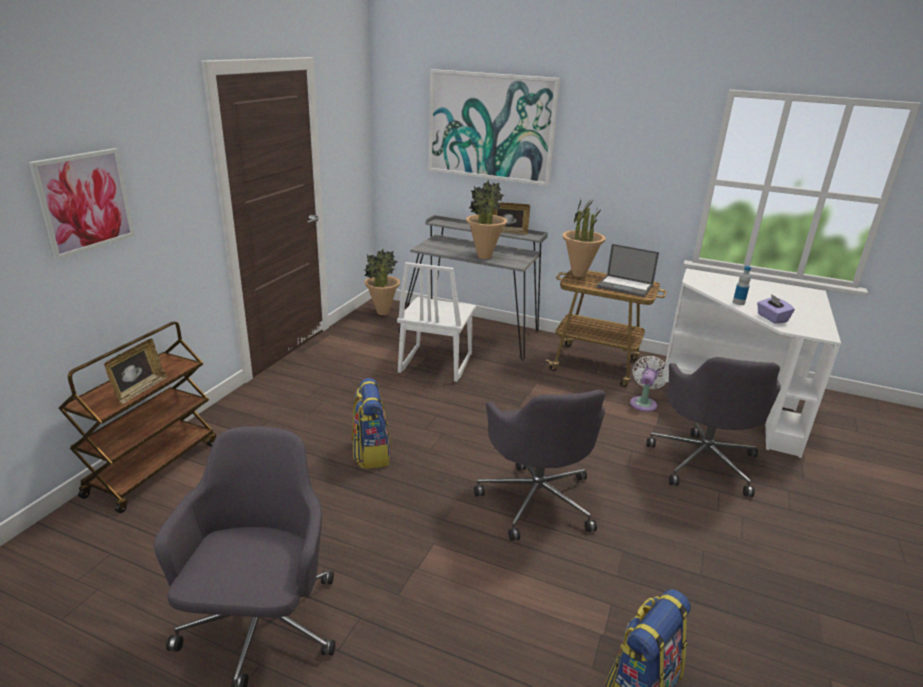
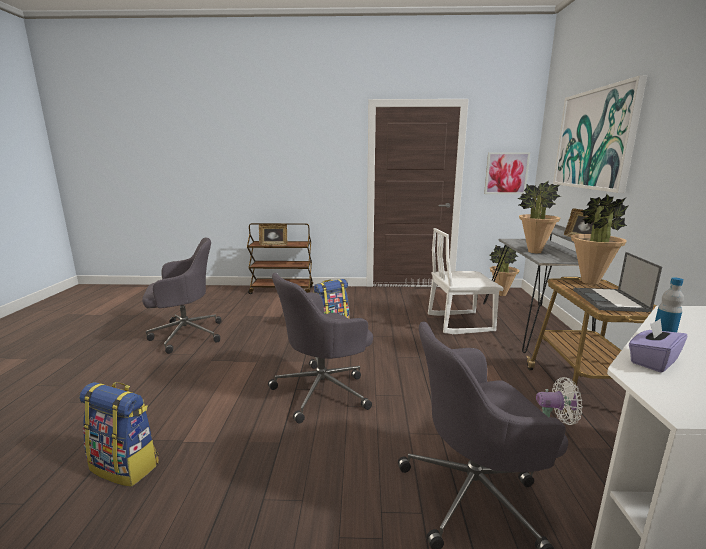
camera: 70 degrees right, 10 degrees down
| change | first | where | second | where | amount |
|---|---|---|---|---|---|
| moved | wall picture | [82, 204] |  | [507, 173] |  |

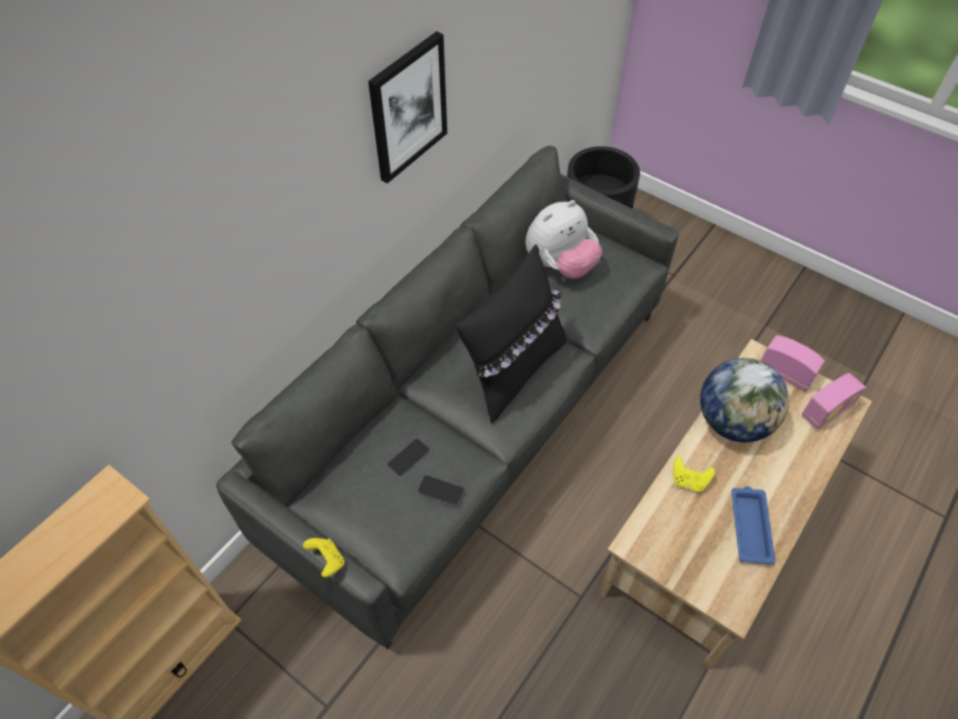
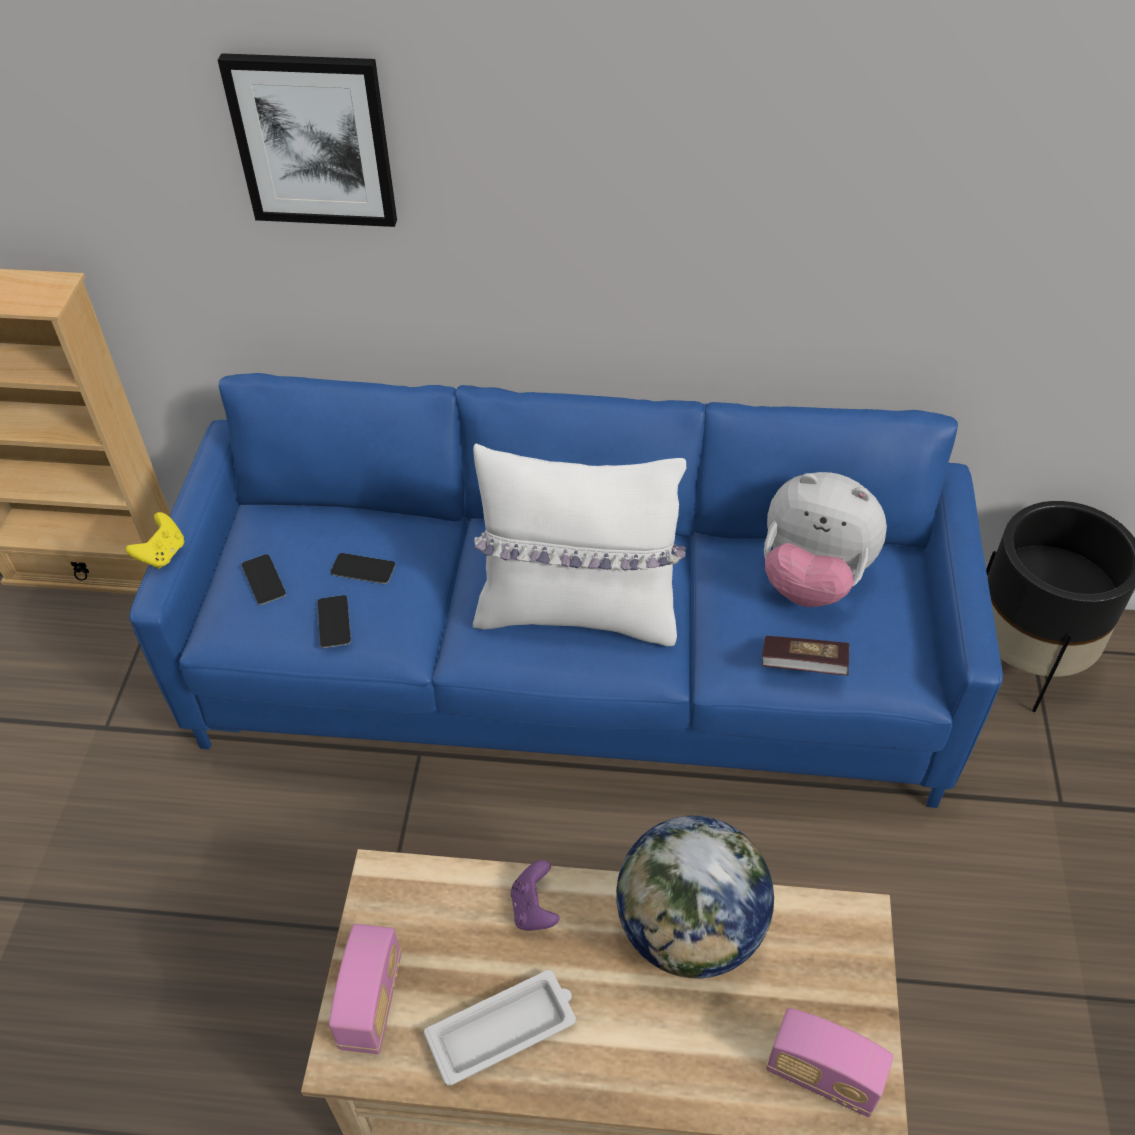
camera: 60 degrees right, 5 degrees down
| change | first | where | second | where | amount |
|---|---|---|---|---|---|
| recoloured | greyish couch | [447, 397] | blue-coloured couch | [566, 590] |  |
| moved | wall picture | [407, 107] |  | [307, 140] |  |
| recoloured | black-coloured cushion | [511, 333] | whitish cushion | [579, 545] |  |
| recoloured | yellowish game controller | [694, 474] | purplish game controller | [535, 895] |  |
| recoloured | blue-coloured tray | [753, 525] | whitish tray | [500, 1028] |  |
| moved | radio set | [792, 363] |  | [365, 989] |  |
| added |  |  | phone | [264, 579] |  |
| added |  |  | volume | [805, 655] |  |

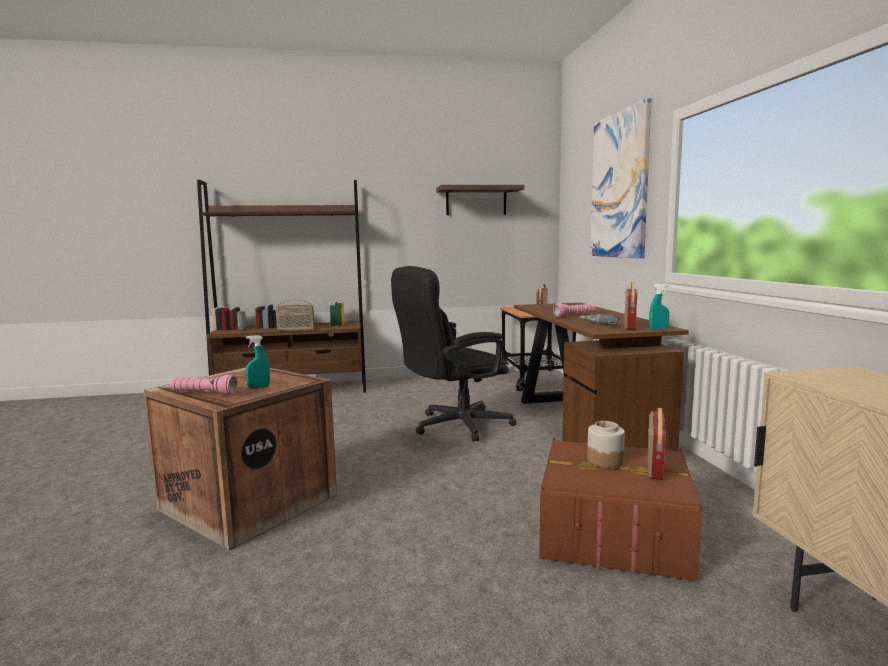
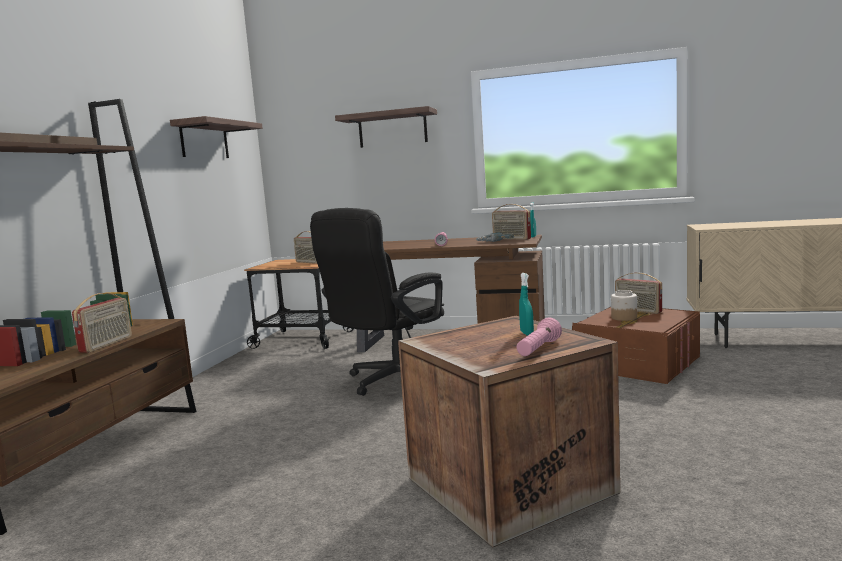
camera: 65 degrees left, 0 degrees up
| change | first | where | second | where | amount |
|---|---|---|---|---|---|
| turned | black-coloured office chair | [453, 354] |  | [377, 302] | 45 degrees clockwise |
| replaced | wall picture | [621, 178] | wall shelf | [386, 127] |  |

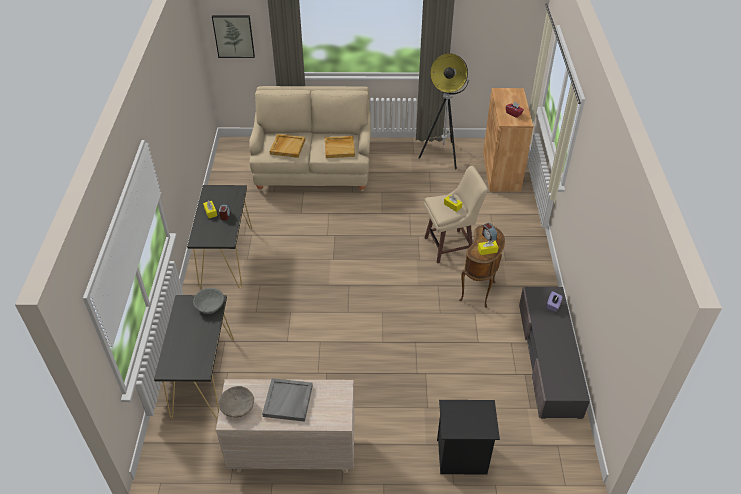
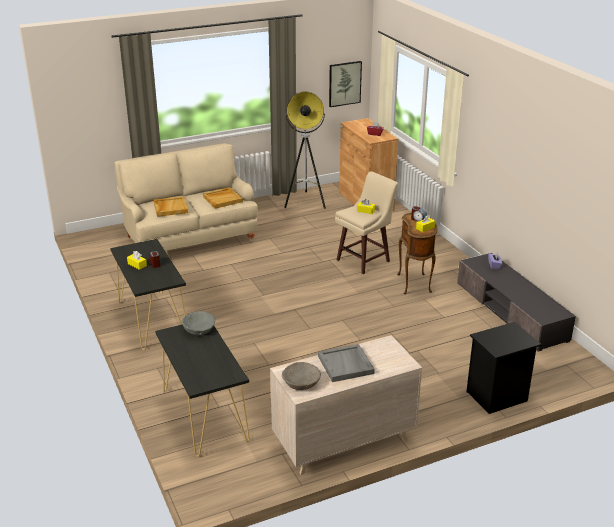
camera: 25 degrees left, 15 degrees down
| change | first | where | second | where | amount |
|---|---|---|---|---|---|
| moved | wall picture | [233, 36] |  | [345, 84] |  |

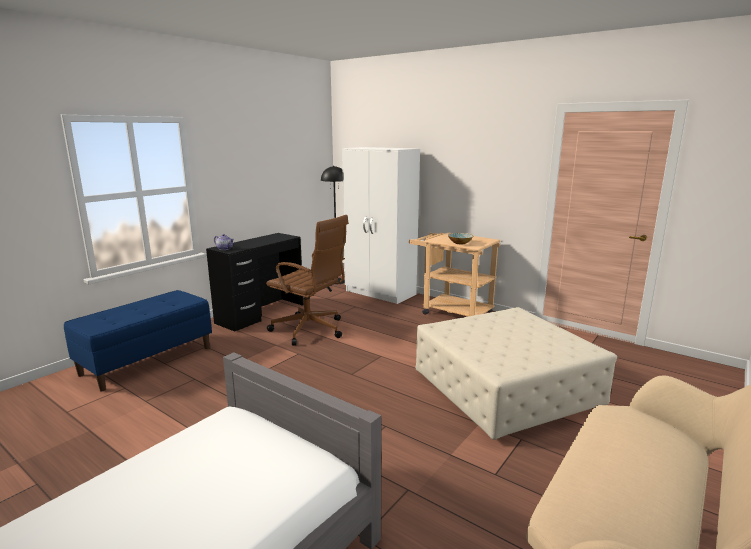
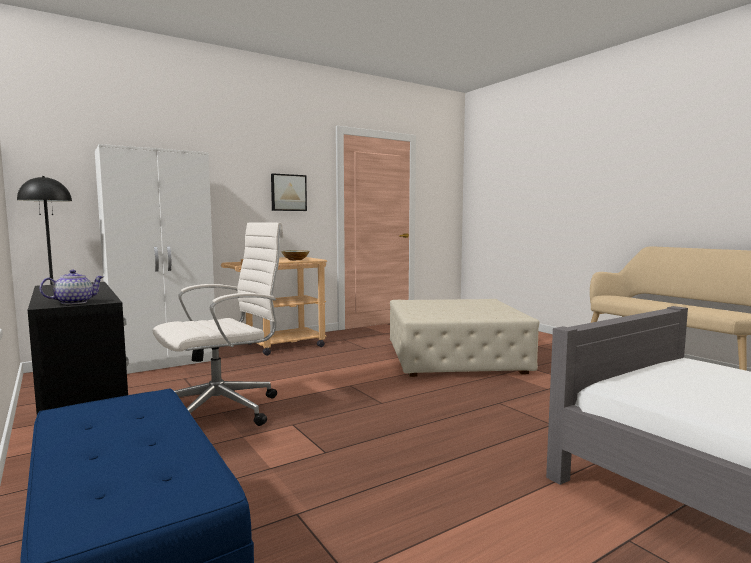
camera: 70 degrees left, 10 degrees down
| change | first | where | second | where | amount |
|---|---|---|---|---|---|
| recoloured | brownish office chair | [307, 280] | whitish office chair | [218, 324] |  |
| added |  |  | wall picture | [289, 192] |  |

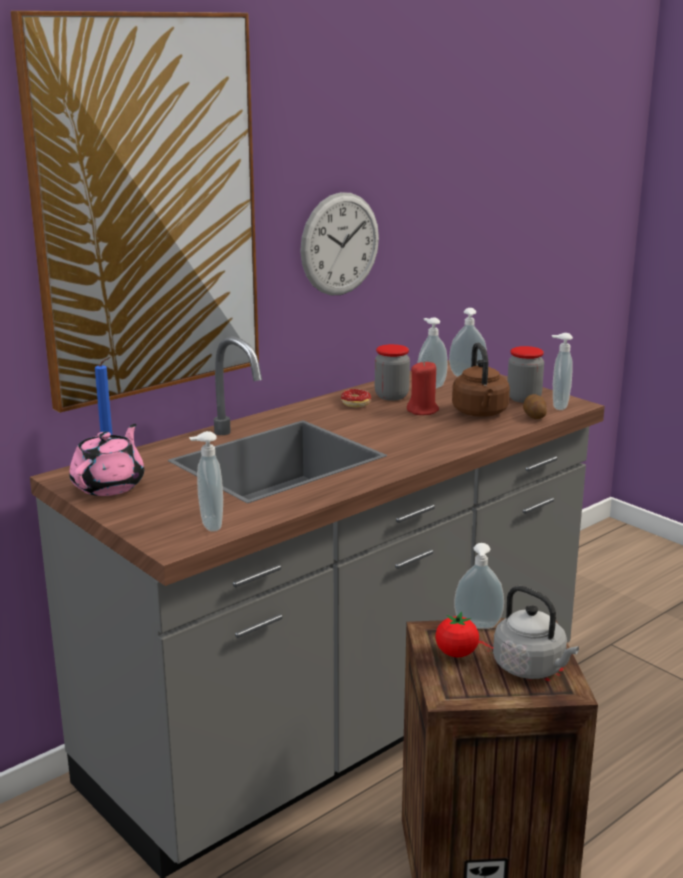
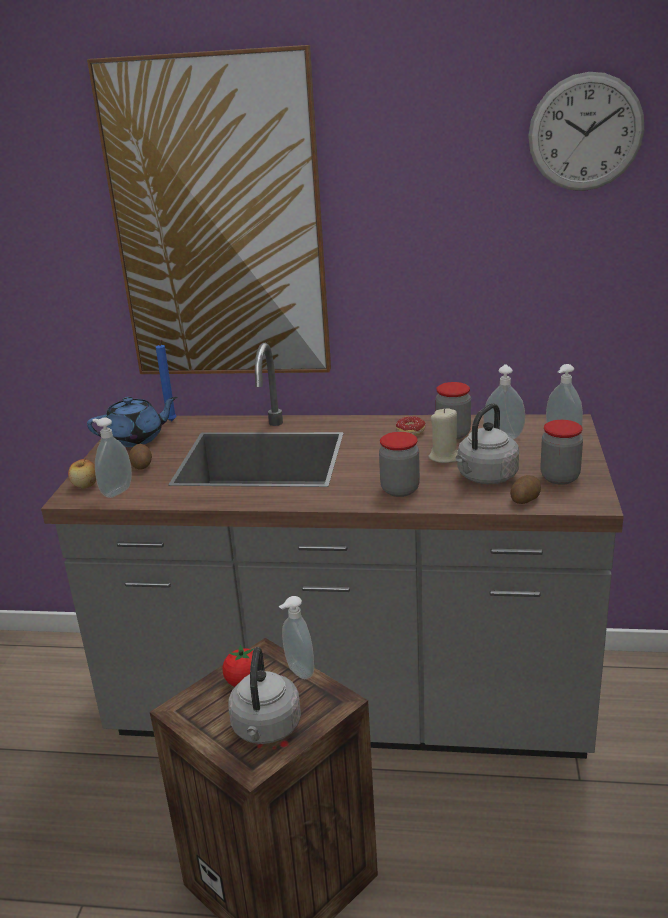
camera: 50 degrees right, 5 degrees up
| change | first | where | second | where | amount |
|---|---|---|---|---|---|
| recoloured | pink teapot | [106, 460] | blue-coloured teapot | [132, 422] |  |
| moved | wall clock | [339, 243] |  | [586, 131] |  |
| recoloured | red wax light | [423, 388] | sand-coloured wax light | [443, 435] |  |
| recoloured | brownish tea kettle | [481, 380] | greyish tea kettle | [487, 443] |  |
| removed | soap dispenser | [562, 371] |  |  |  |
| added |  |  | apple fruit | [82, 473] |  |
| added |  |  | potato | [140, 457] |  |
| added |  |  | preserve jar | [399, 464] |  |

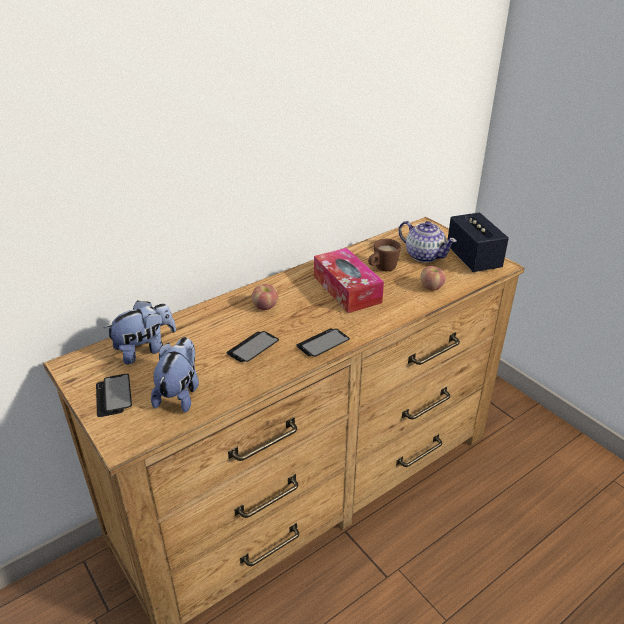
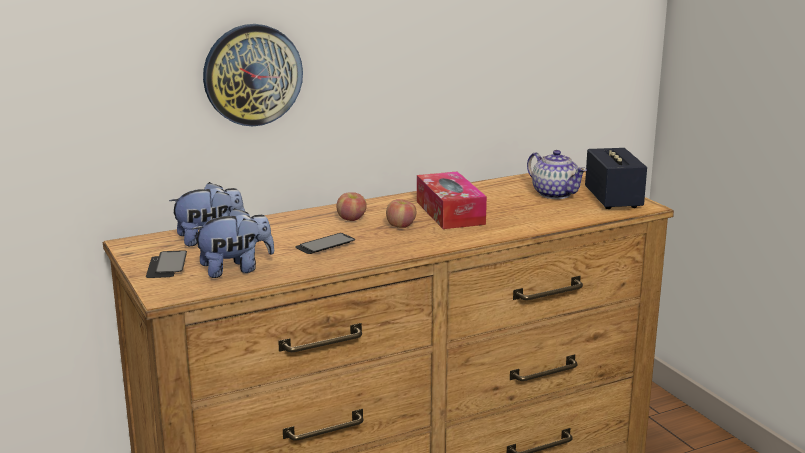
camera: 10 degrees right, 15 degrees down
| change | first | where | second | where | amount |
|---|---|---|---|---|---|
| turned | soft toy | [175, 375] |  | [233, 243] | 45 degrees clockwise |
| removed | phone | [323, 343] |  |  |  |
| removed | brownish coffee mug | [384, 255] |  |  |  |
| moved | apple fruit | [433, 278] |  | [401, 213] |  |
| added |  |  | wall clock | [253, 75] |  |

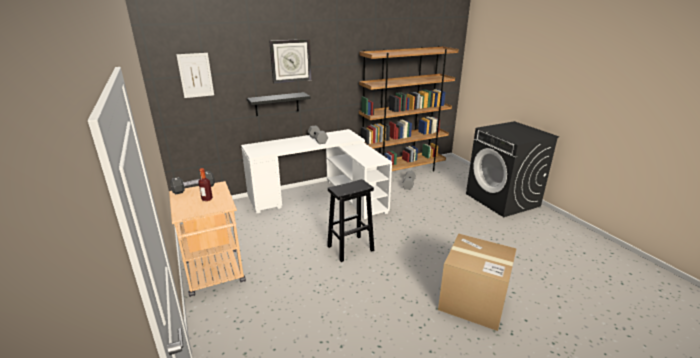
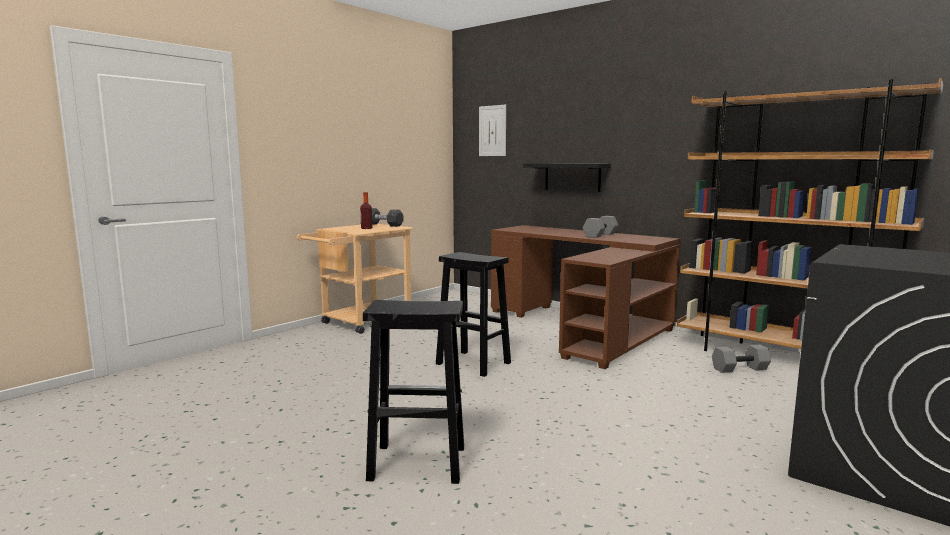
camera: 65 degrees right, 15 degrees down
| change | first | where | second | where | amount |
|---|---|---|---|---|---|
| recoloured | whitish desk | [316, 174] | brownish desk | [585, 297] |  |
| removed | wall clock | [290, 61] |  |  |  |
| replaced | carton | [477, 282] | black-coloured stool seat | [413, 392] |  |

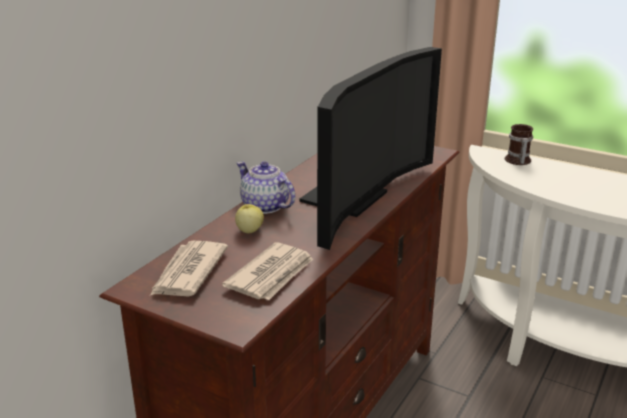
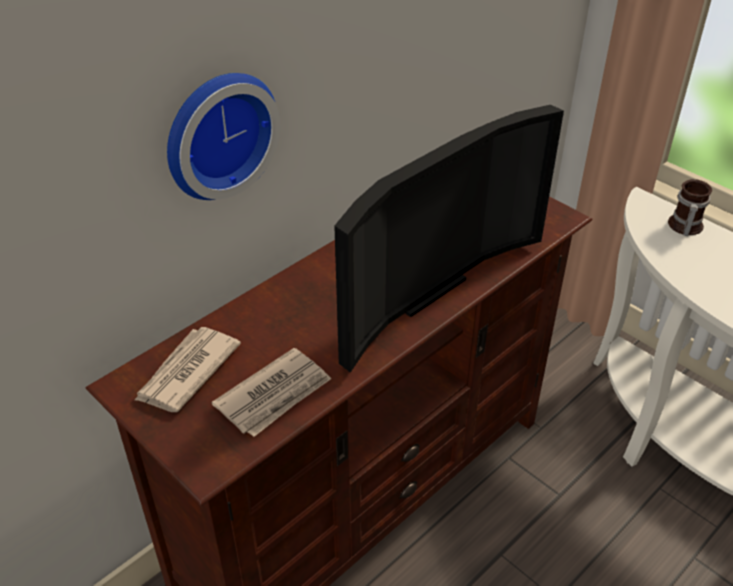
camera: 15 degrees right, 15 degrees up
| change | first | where | second | where | amount |
|---|---|---|---|---|---|
| removed | apple fruit | [249, 218] |  |  |  |
| removed | teapot | [266, 187] |  |  |  |
| added |  |  | wall clock | [223, 136] |  |

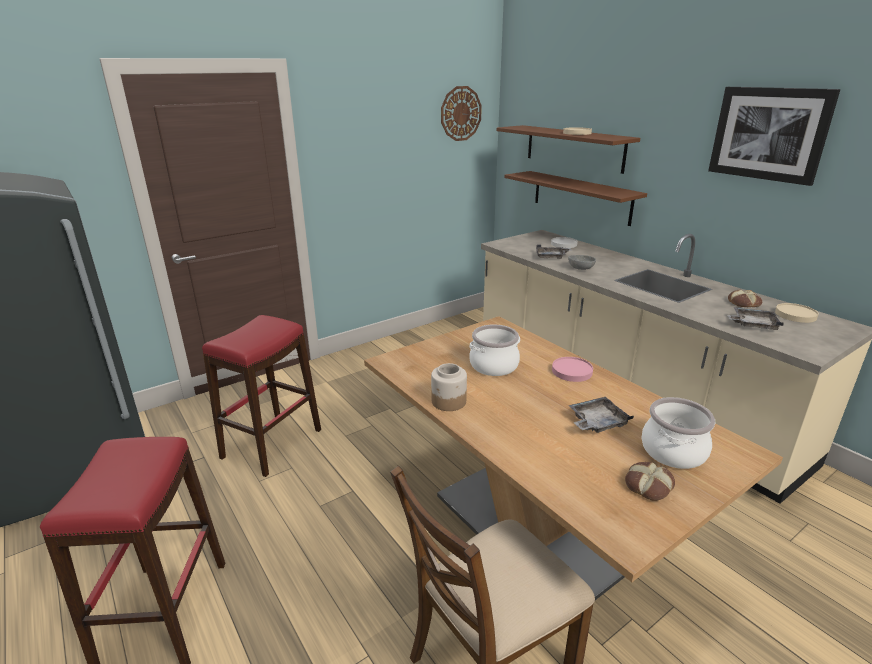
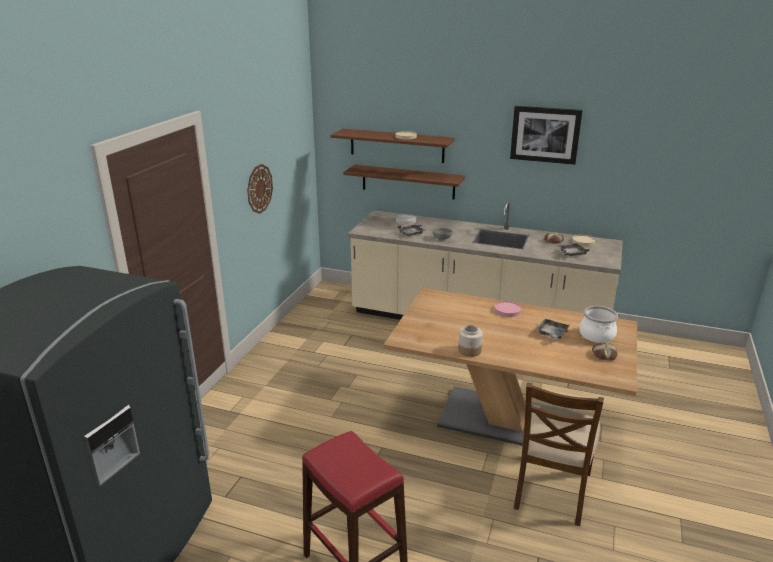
camera: 35 degrees left, 0 degrees up
| change | first | where | second | where | amount |
|---|---|---|---|---|---|
| removed | red stool seat | [261, 396] |  |  |  |
| moved | wall clock | [461, 113] |  | [260, 189] |  |
| removed | stockpot | [494, 350] |  |  |  |

